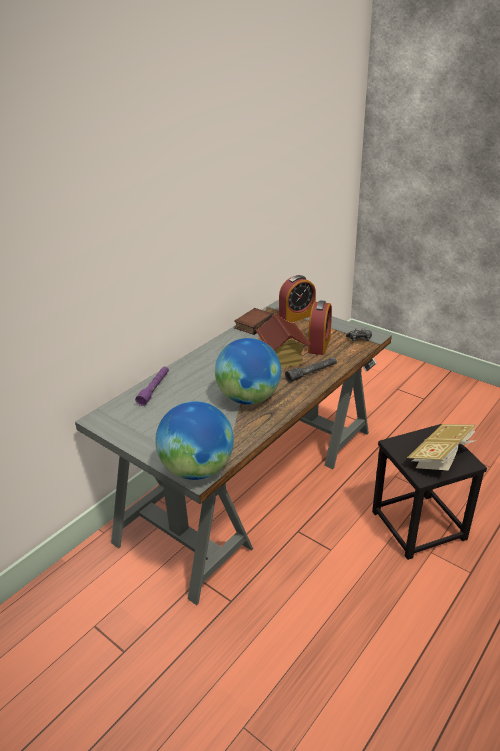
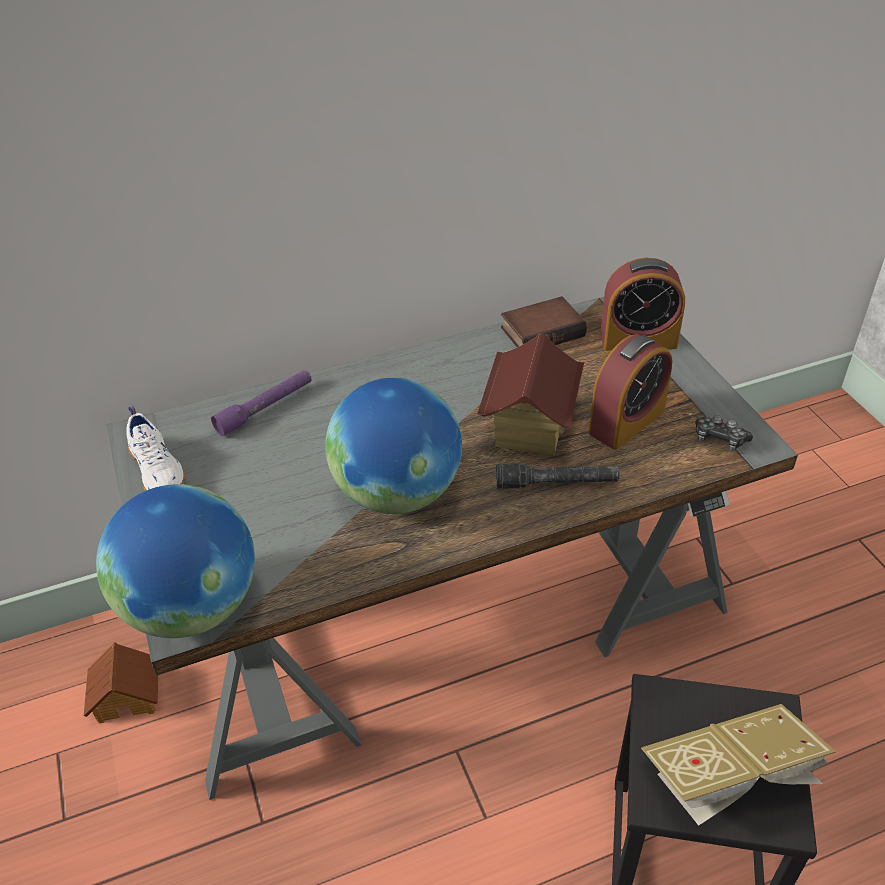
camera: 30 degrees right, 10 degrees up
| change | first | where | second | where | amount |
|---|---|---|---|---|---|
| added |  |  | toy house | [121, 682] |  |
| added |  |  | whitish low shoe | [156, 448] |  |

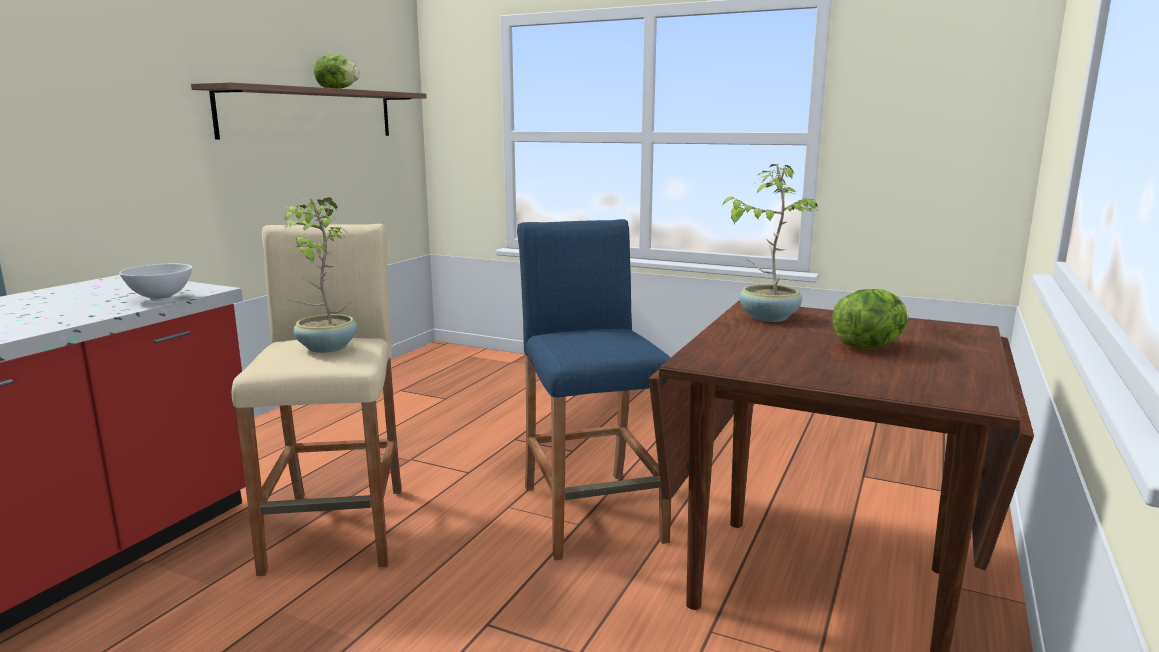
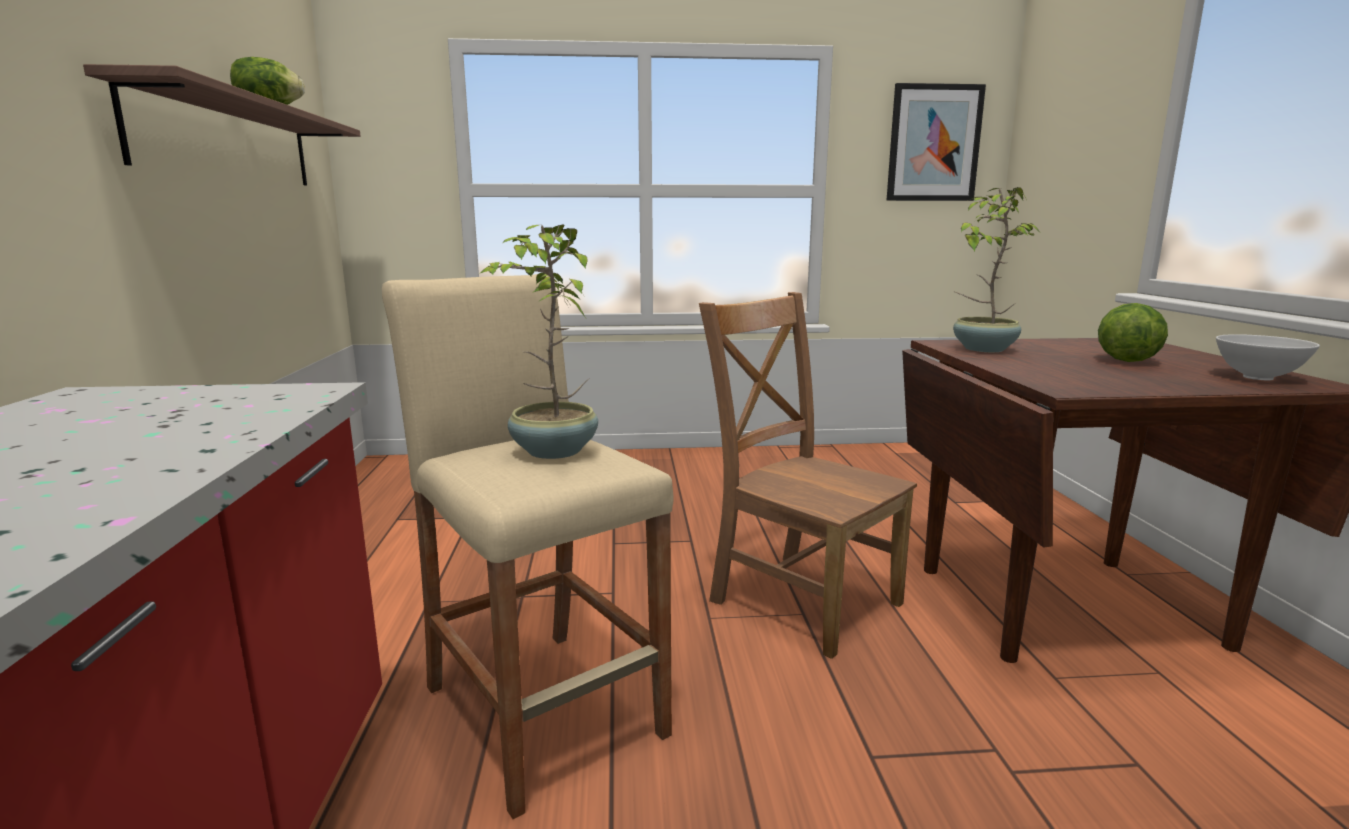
camera: 30 degrees left, 0 degrees up
| change | first | where | second | where | amount |
|---|---|---|---|---|---|
| moved | whitish serving bowl | [155, 282] |  | [1268, 357] |  |
| replaced | blue-coloured stool seat | [594, 390] | brownish chair | [808, 475] |  |
| added |  |  | wall picture | [936, 142] |  |

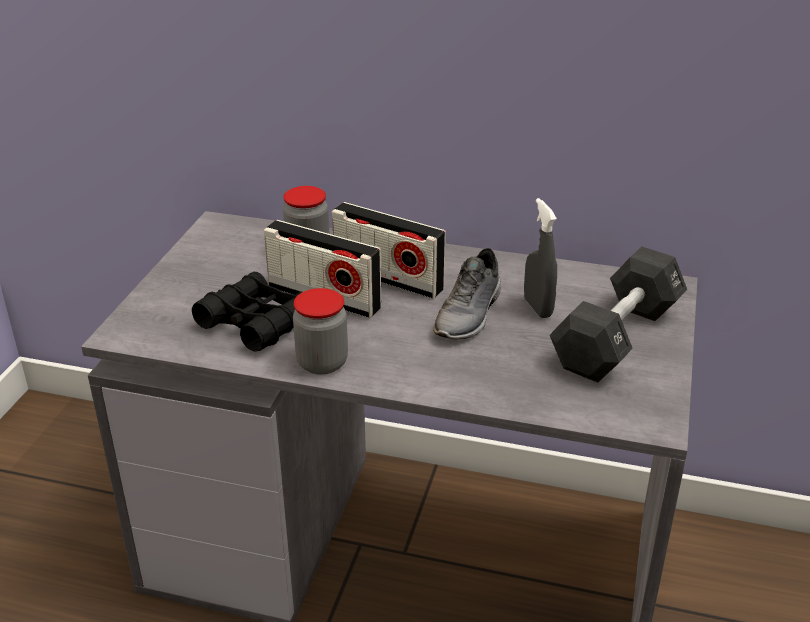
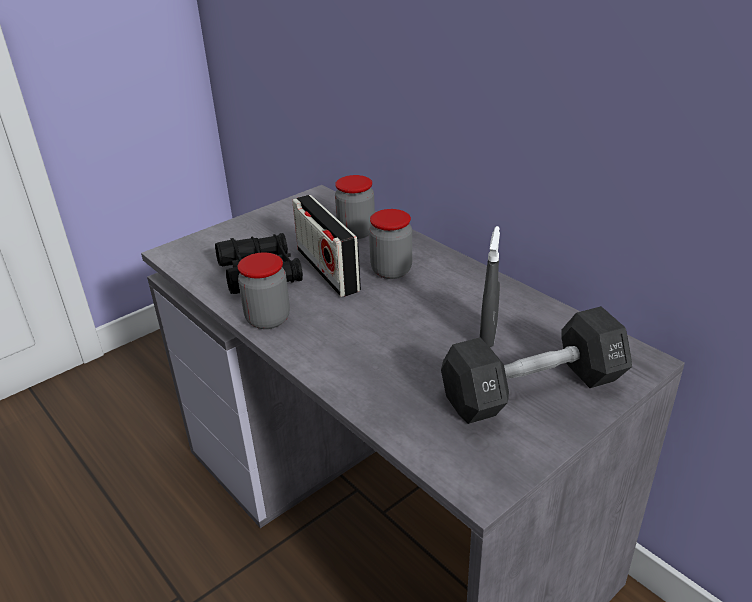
camera: 35 degrees right, 0 degrees up
| change | first | where | second | where | amount |
|---|---|---|---|---|---|
| replaced | radio set | [389, 250] | preserve jar | [390, 244] |  |
| removed | greyish low shoe | [467, 294] |  |  |  |

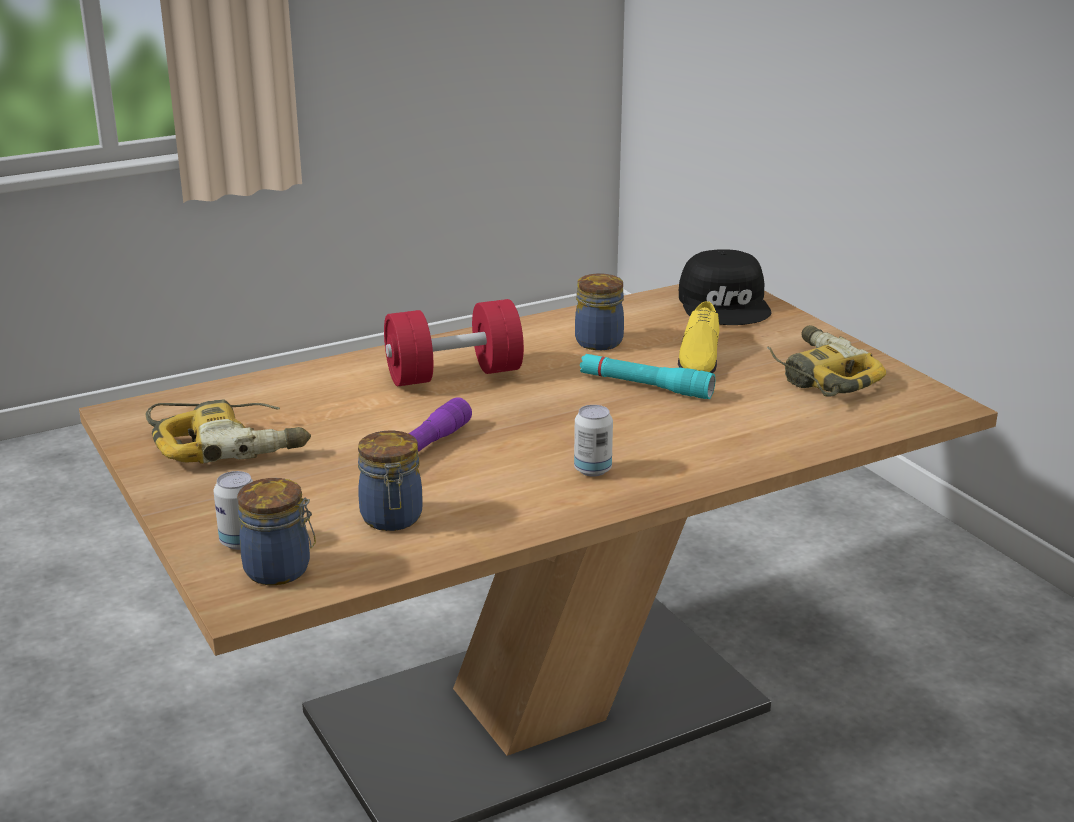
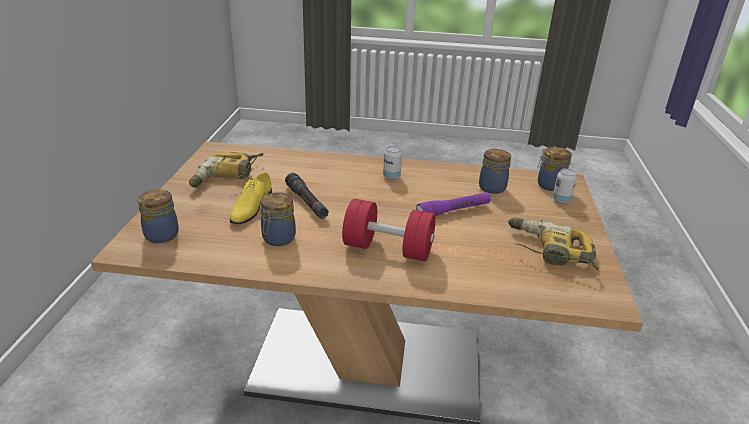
camera: 145 degrees left, 5 degrees up
| change | first | where | second | where | amount |
|---|---|---|---|---|---|
| recoloured | blue-green hand torch | [647, 376] | black-coloured hand torch | [307, 196] |  |
| turned | yellowish low shoe | [698, 337] |  | [251, 198] | 150 degrees clockwise |
| replaced | black-coloured cap | [725, 287] | preserve jar | [158, 216] |  |

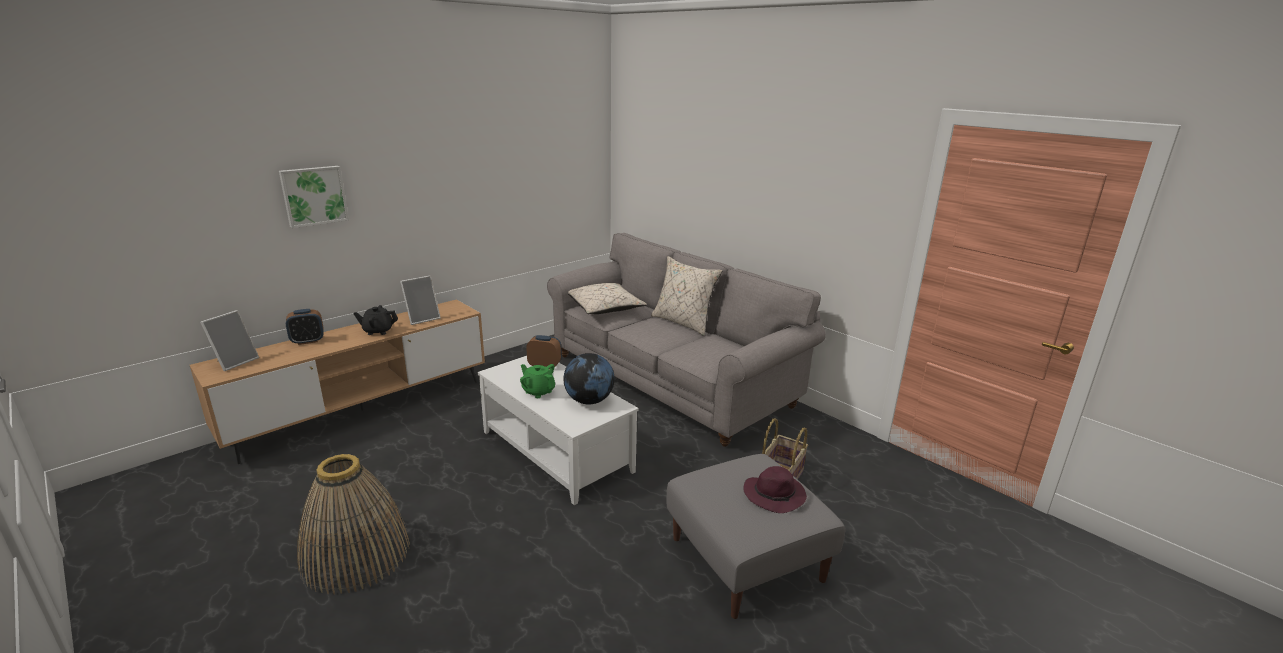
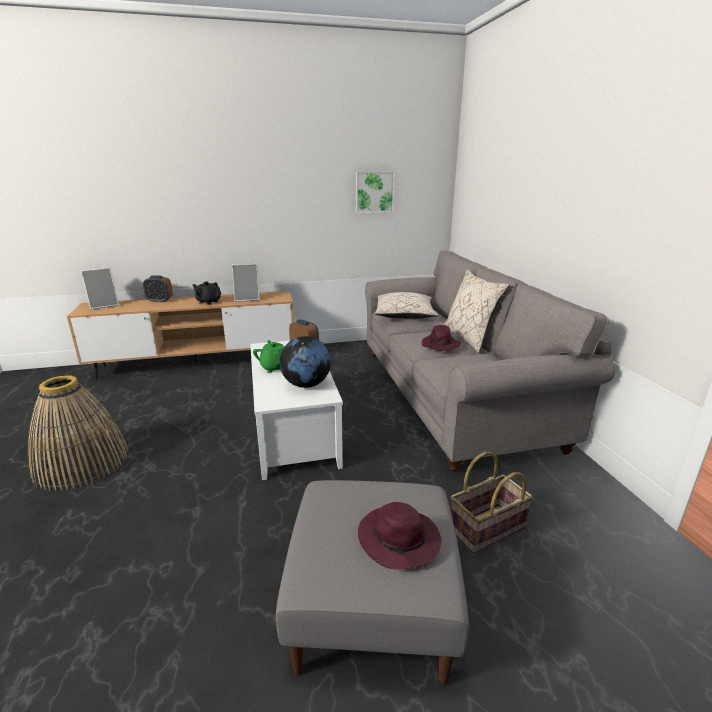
camera: 30 degrees right, 0 degrees up
| change | first | where | second | where | amount |
|---|---|---|---|---|---|
| moved | wall picture | [314, 197] |  | [375, 192] |  |
| added |  |  | purplish wearable hat | [441, 338] |  |

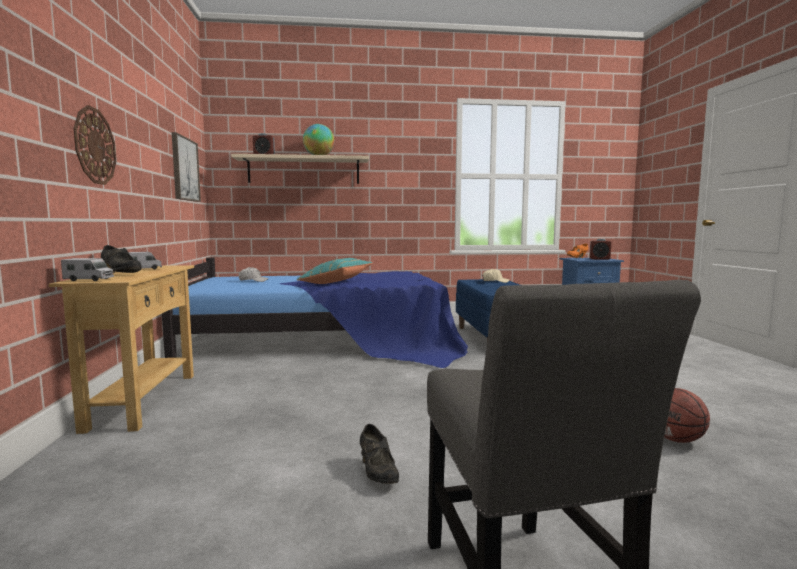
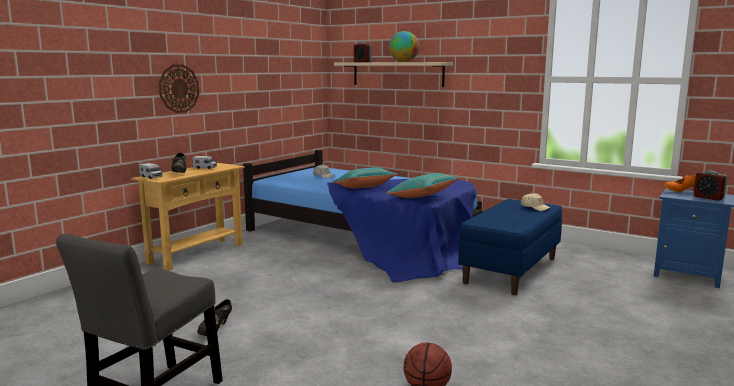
camera: 40 degrees right, 5 degrees up
| change | first | where | second | where | amount |
|---|---|---|---|---|---|
| removed | wall picture | [186, 167] |  |  |  |
| added |  |  | blue-green cushion | [422, 185] |  |

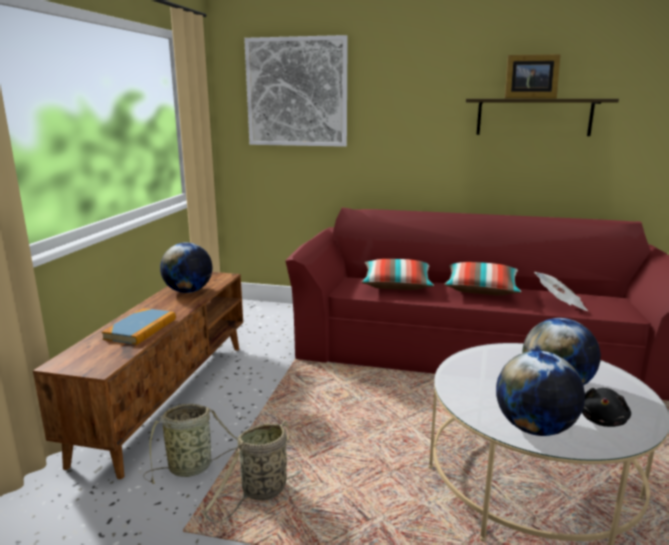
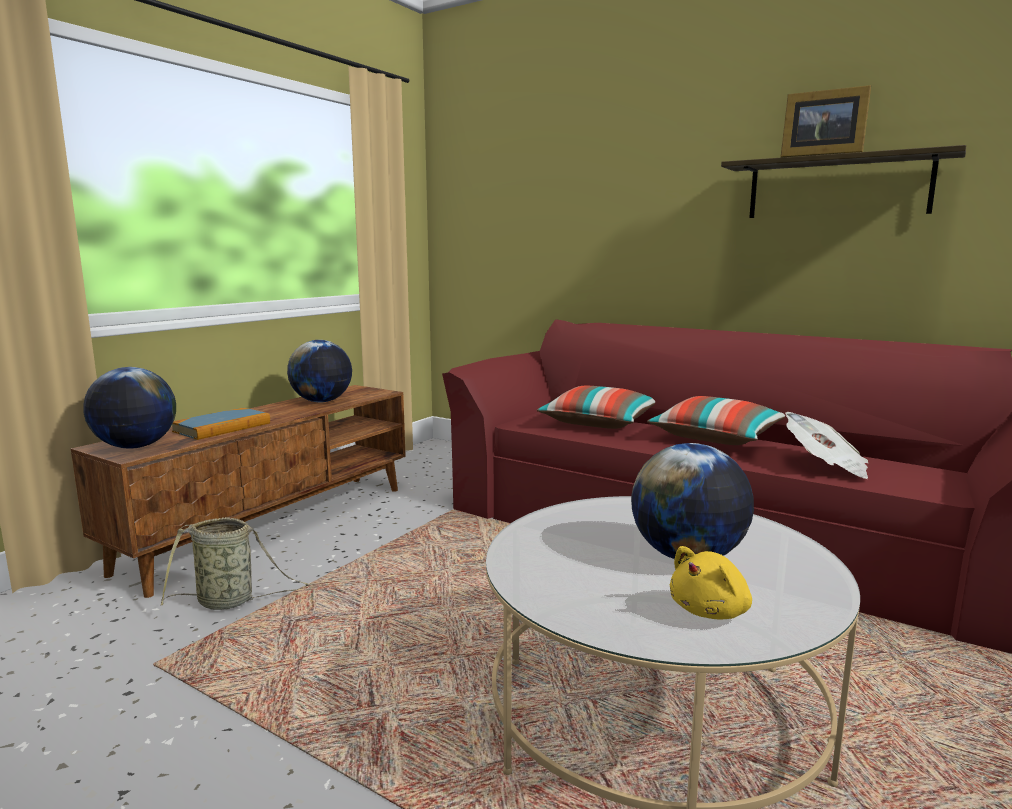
camera: 20 degrees right, 5 degrees down
| change | first | where | second | where | amount |
|---|---|---|---|---|---|
| removed | storage basket | [252, 472] |  |  |  |
| removed | wall picture | [296, 91] |  |  |  |
| moved | world globe | [540, 393] |  | [129, 407] |  |
| recoloured | black-coloured soft toy | [606, 407] | yellowish soft toy | [711, 582] |  |

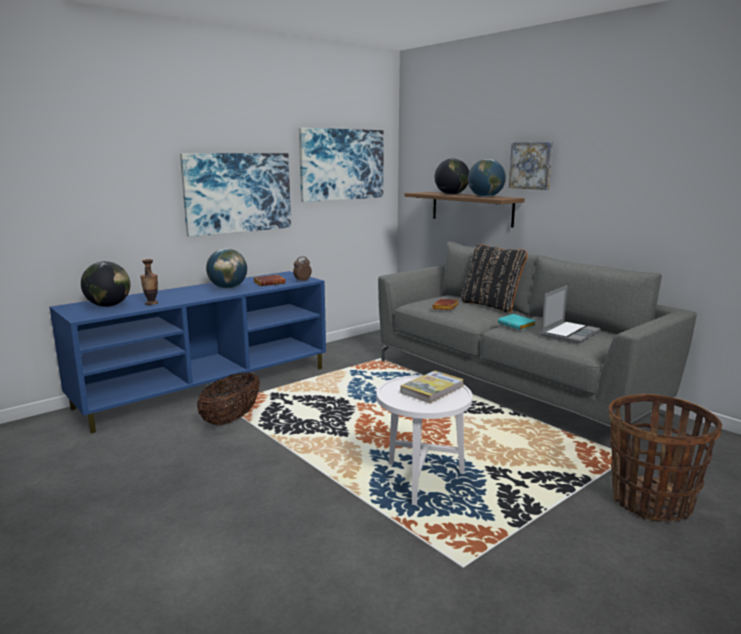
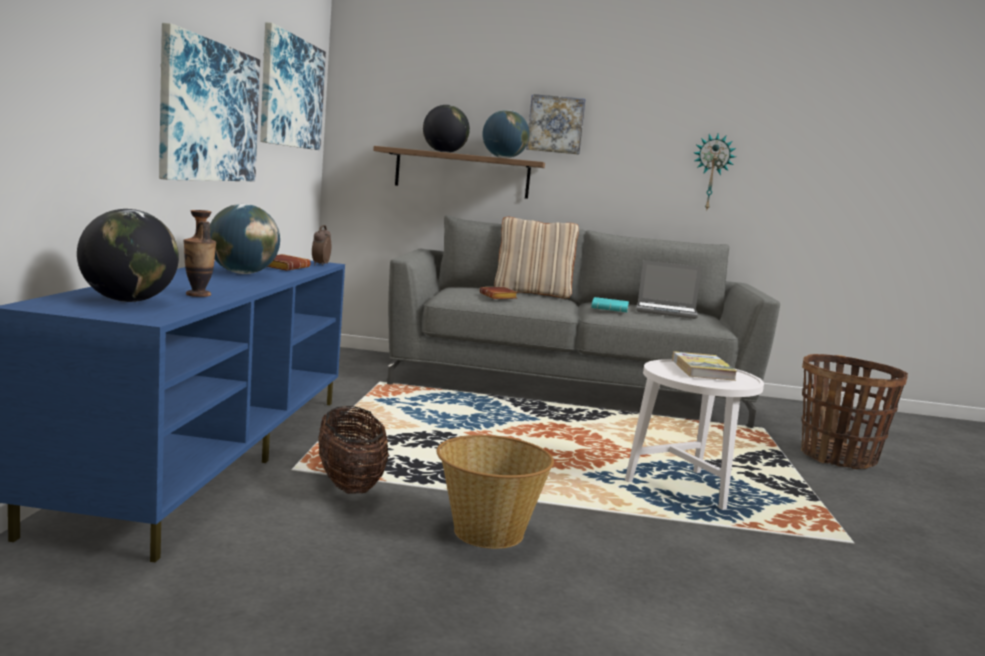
camera: 45 degrees left, 5 degrees down
| change | first | where | second | where | amount |
|---|---|---|---|---|---|
| recoloured | black-coloured cushion | [494, 278] | sand-coloured cushion | [536, 258] |  |
| turned | laptop | [571, 314] |  | [669, 289] | 105 degrees clockwise |
| added |  |  | storage basket | [495, 492] |  |
| added |  |  | wall clock | [715, 171] |  |

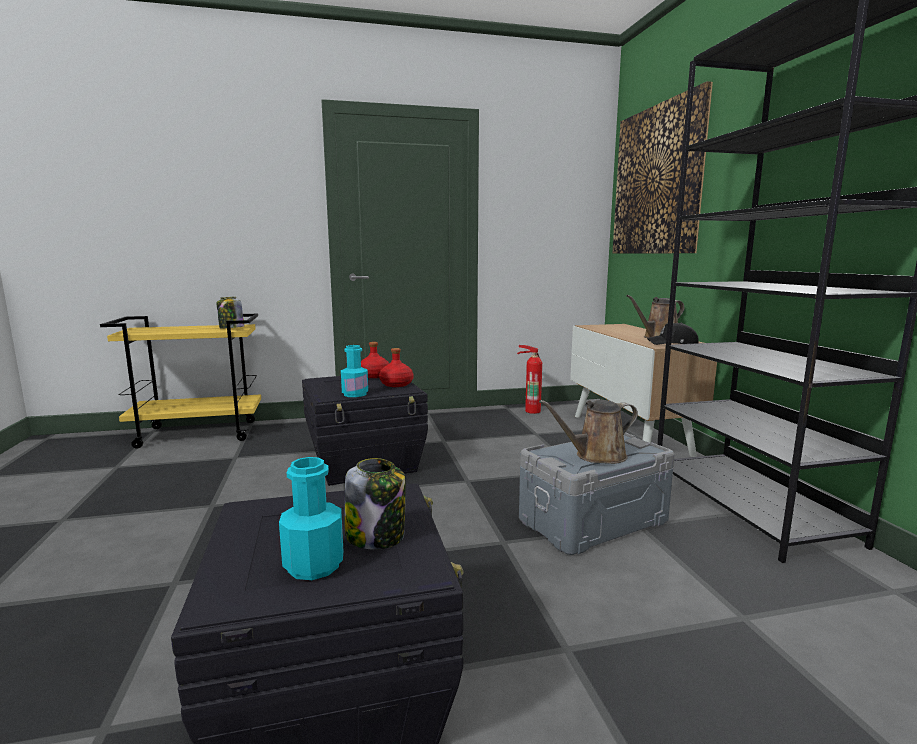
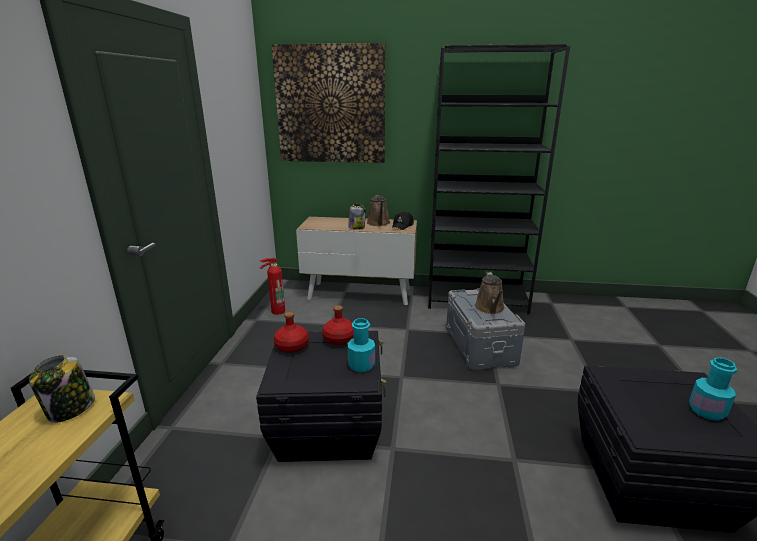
camera: 70 degrees left, 10 degrees up
| change | first | where | second | where | amount |
|---|---|---|---|---|---|
| moved | preserve jar | [375, 504] |  | [357, 217] |  |

